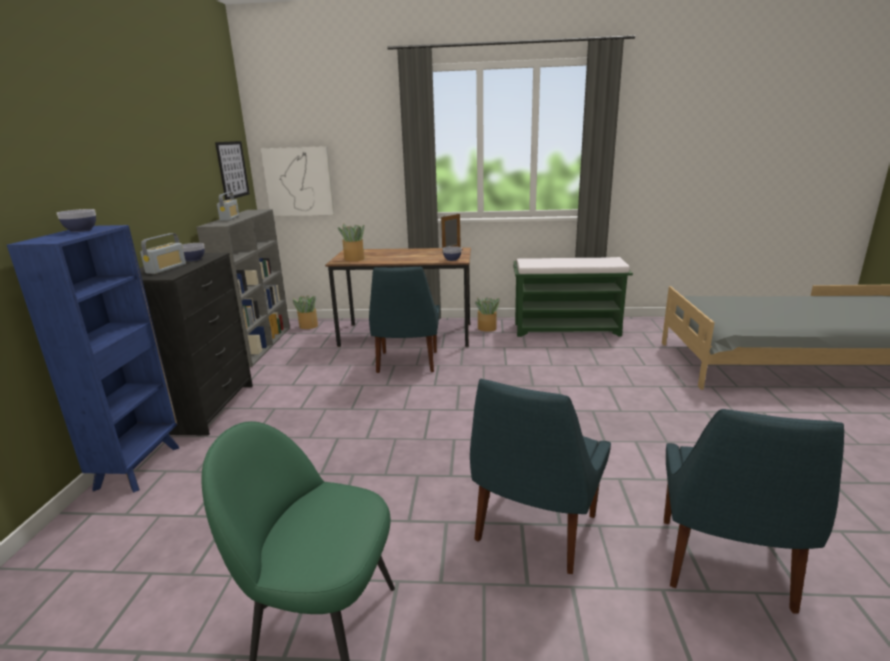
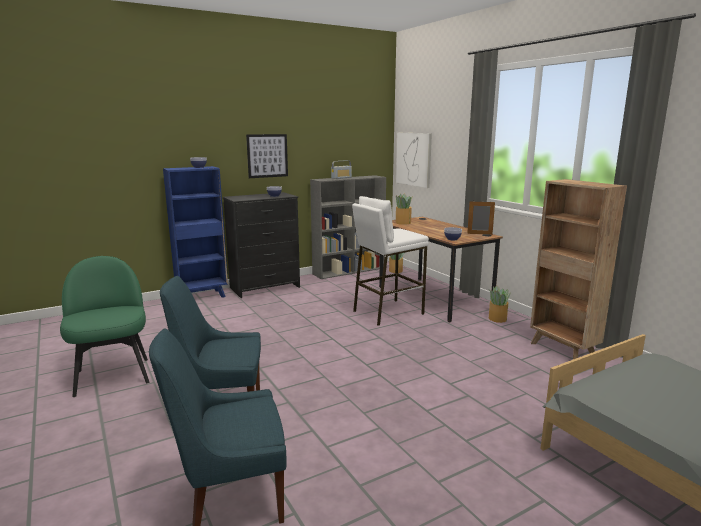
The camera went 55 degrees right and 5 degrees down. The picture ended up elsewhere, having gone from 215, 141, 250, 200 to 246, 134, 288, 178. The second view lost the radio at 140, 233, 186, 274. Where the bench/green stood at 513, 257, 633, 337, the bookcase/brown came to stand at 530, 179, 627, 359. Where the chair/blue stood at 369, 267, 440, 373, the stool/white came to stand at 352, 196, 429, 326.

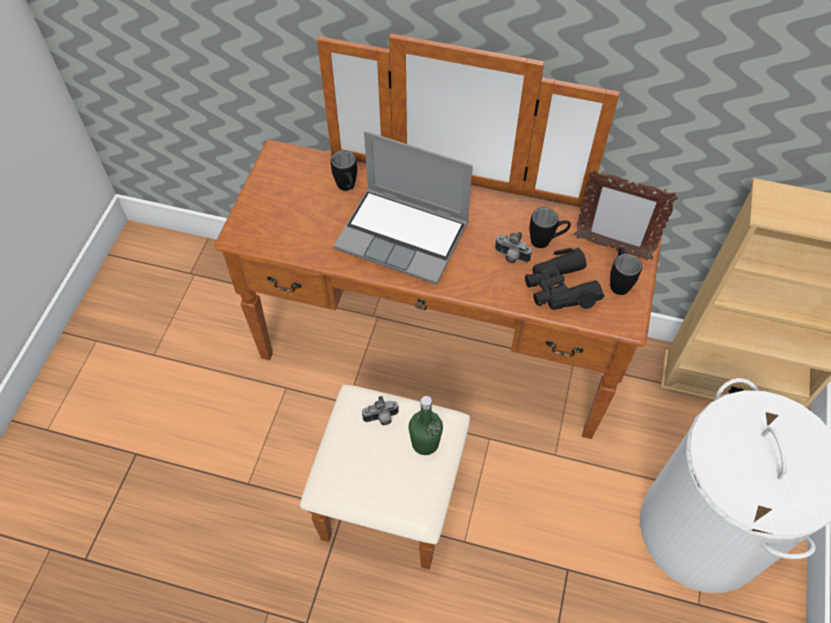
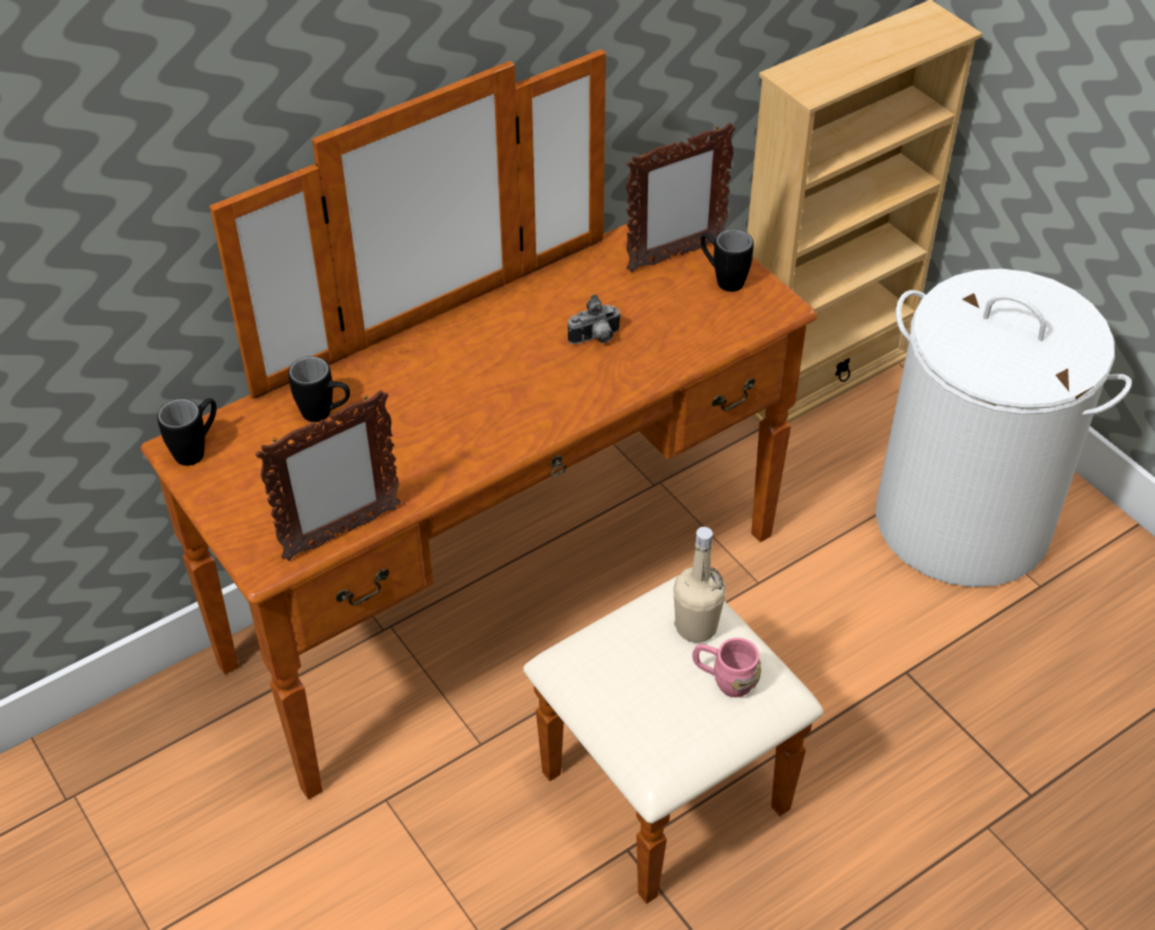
The camera went 50 degrees left and 10 degrees down. The second view lost the laptop at 334, 131, 473, 285. The mug/black ended up elsewhere, having gone from 529, 207, 571, 248 to 157, 398, 217, 466. The second view lost the binoculars/black at 525, 248, 604, 310. The second view lost the photo camera at 362, 396, 399, 425. What was the bottle/green at 409, 396, 443, 455 turned into the bottle/beige at 673, 527, 726, 643. The second view gained the picture frame at 255, 390, 401, 561. The second view gained the mug/pink at 693, 638, 761, 697.

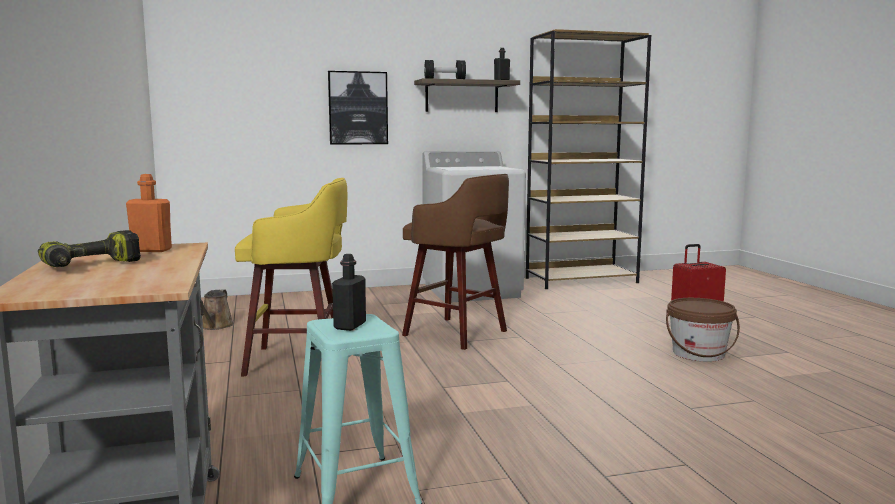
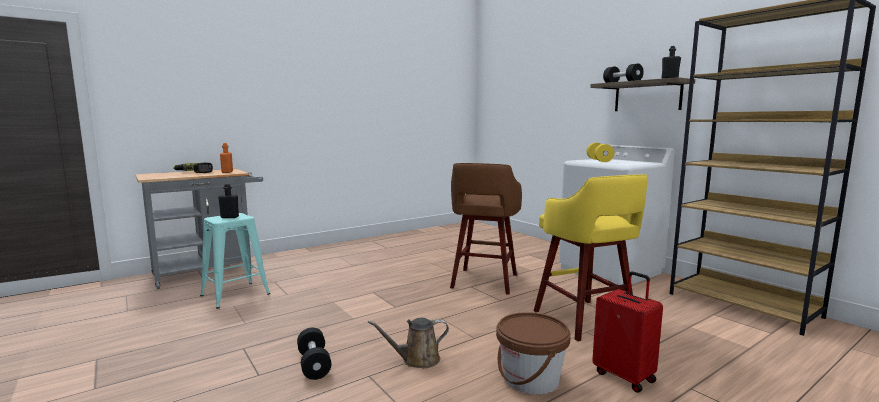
The camera went 70 degrees right and 0 degrees up. The second view lost the picture at 328, 71, 388, 145. The stool/yellow ended up elsewhere, having gone from 235, 178, 347, 376 to 534, 174, 648, 341. The watering can/brown ended up elsewhere, having gone from 202, 289, 234, 330 to 368, 318, 449, 368. The second view gained the dumbbell/yellow at 587, 143, 614, 162. The second view gained the dumbbell/black at 297, 328, 331, 380.

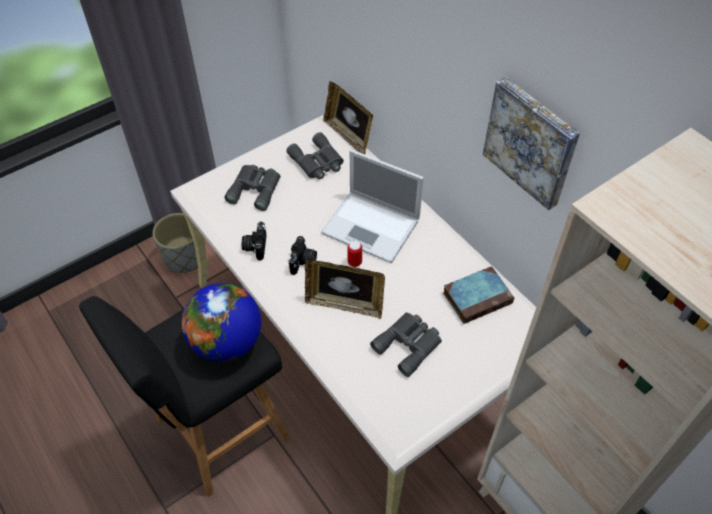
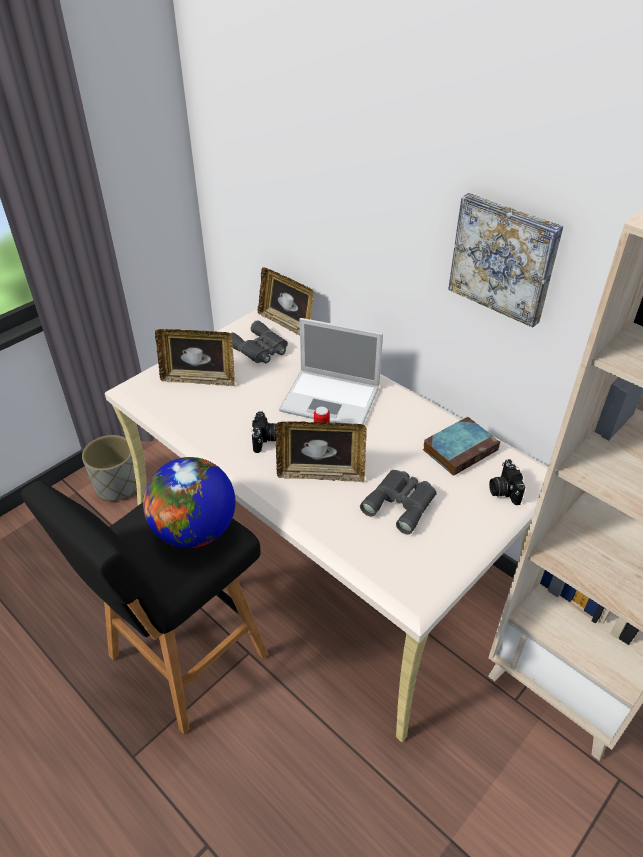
The camera went 10 degrees left and 10 degrees down. Where the binoculars/grey stood at 224, 165, 280, 211, the picture frame came to stand at 155, 329, 235, 386. The photo camera ended up elsewhere, having gone from 242, 222, 267, 260 to 489, 459, 525, 505.

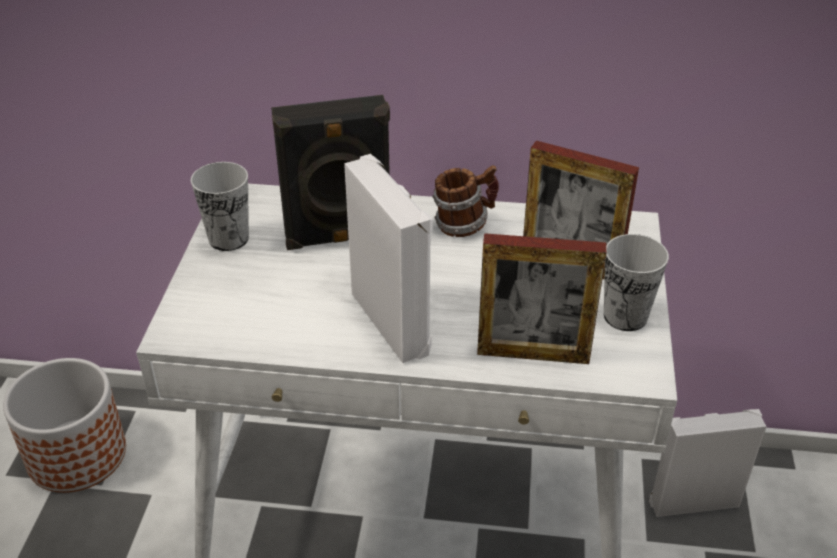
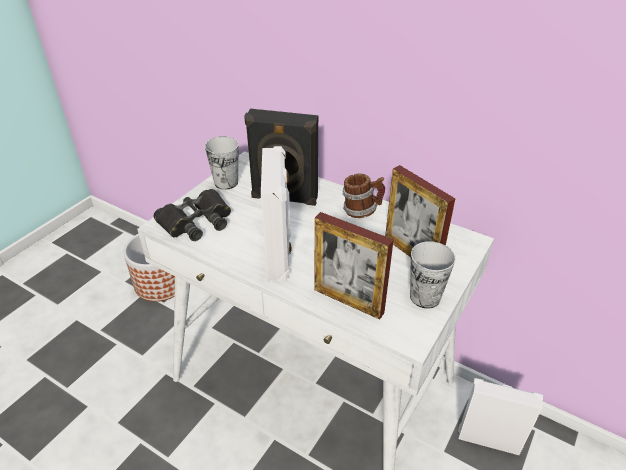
The camera went 25 degrees right and 0 degrees up. The second view gained the binoculars/black at 154, 189, 231, 241.

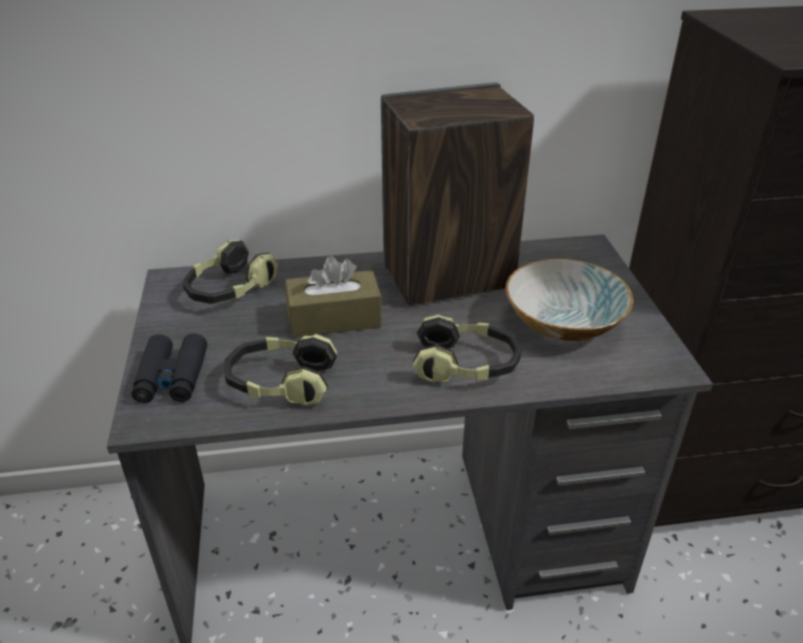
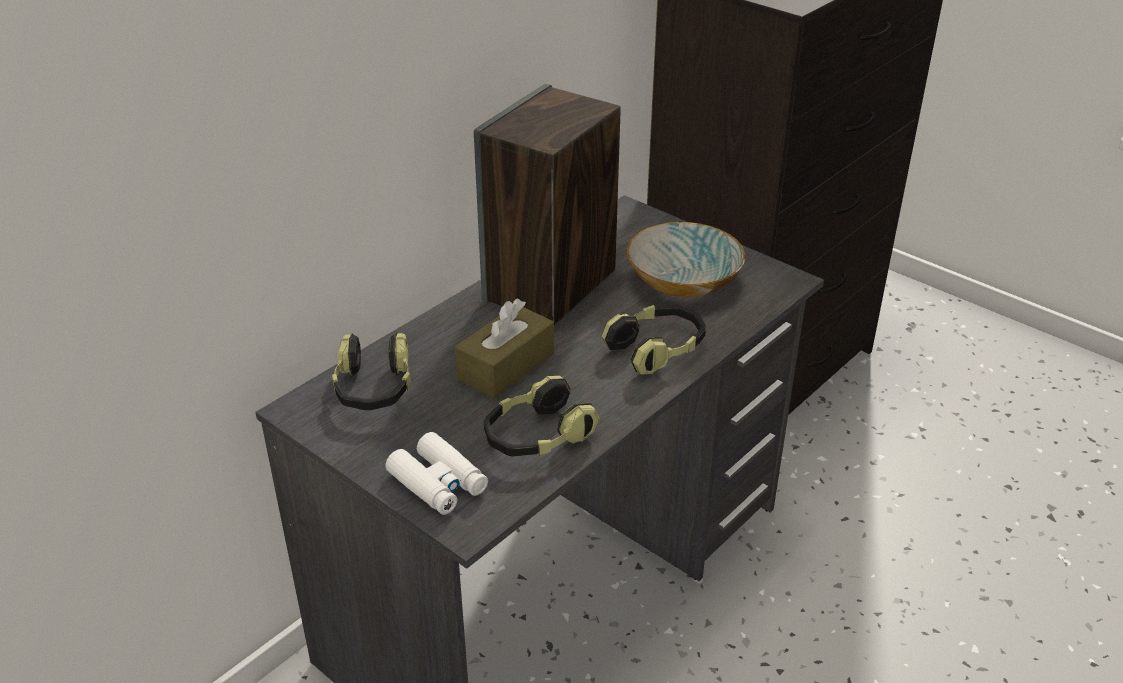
The camera went 40 degrees left and 0 degrees up. What was the binoculars/black at 131, 333, 207, 403 turned into the binoculars/white at 386, 432, 488, 515.

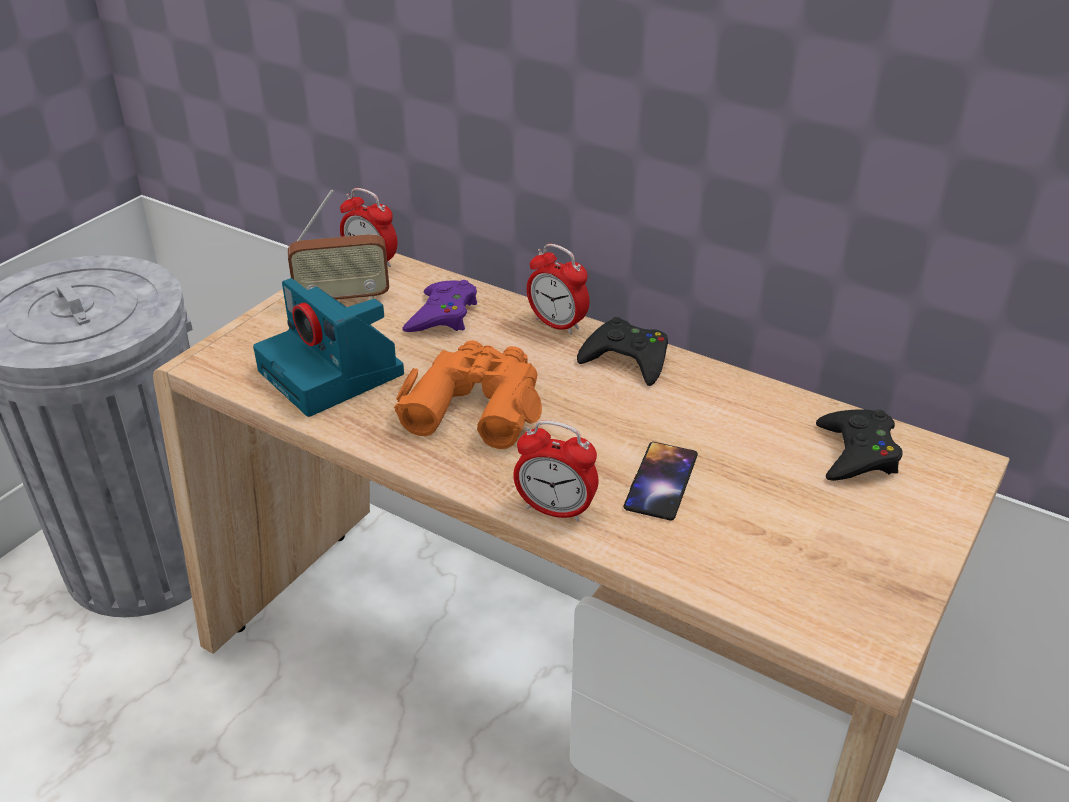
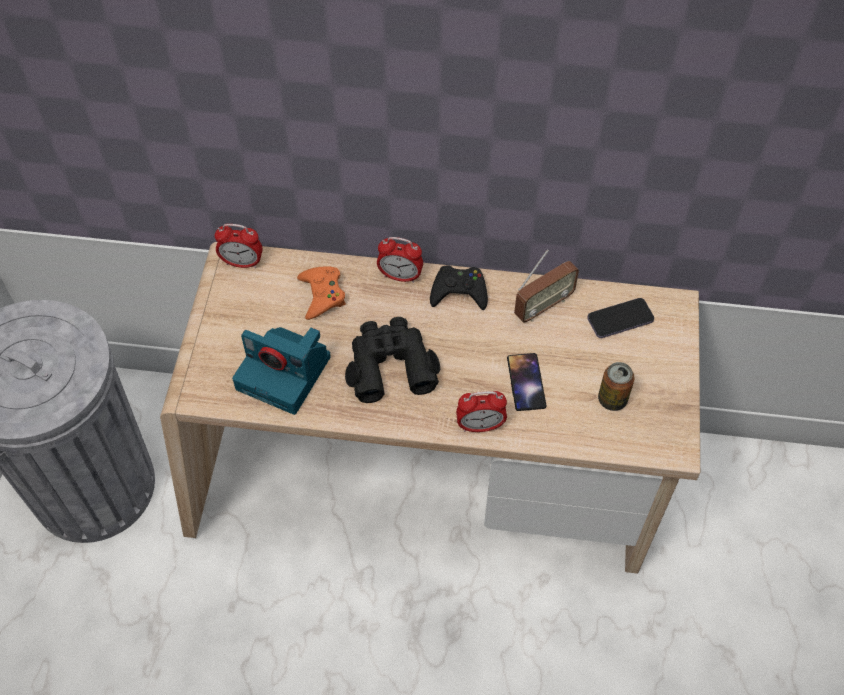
The camera went 25 degrees left and 20 degrees up. The radio ended up elsewhere, having gone from 288, 190, 389, 300 to 514, 250, 579, 323. What was the game controller/purple at 402, 280, 477, 332 turned into the game controller/orange at 297, 266, 346, 320. What was the binoculars/orange at 394, 340, 542, 449 turned into the binoculars/black at 345, 317, 440, 403. Where the game controller/black stood at 816, 409, 903, 481, the phone came to stand at 587, 298, 654, 338. The second view gained the can at 598, 362, 634, 411.

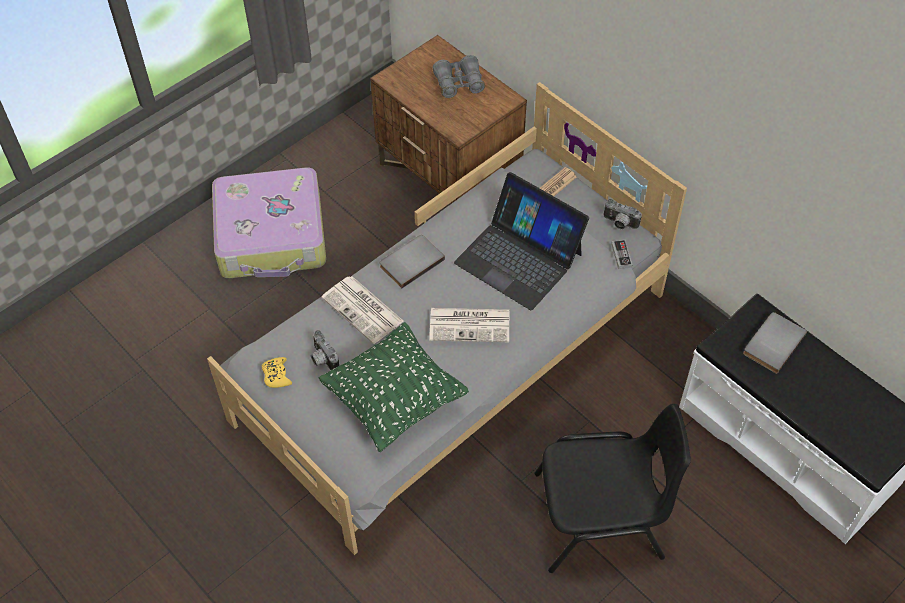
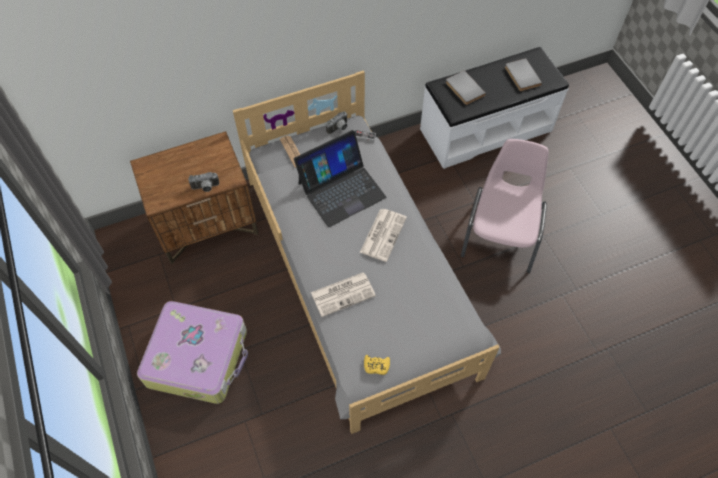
The camera went 70 degrees left and 5 degrees up. The second view lost the binoculars/grey at 433, 55, 485, 98. The book/grey ended up elsewhere, having gone from 380, 235, 445, 288 to 505, 58, 542, 91. The second view lost the pillow/green at 318, 322, 469, 452. The photo camera ended up elsewhere, having gone from 311, 330, 339, 370 to 188, 172, 219, 192. What was the chair/black at 535, 404, 691, 573 turned into the chair/pink at 461, 139, 549, 273.

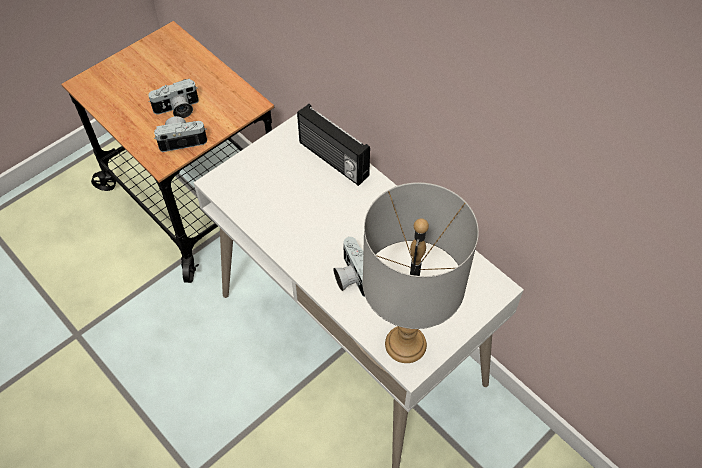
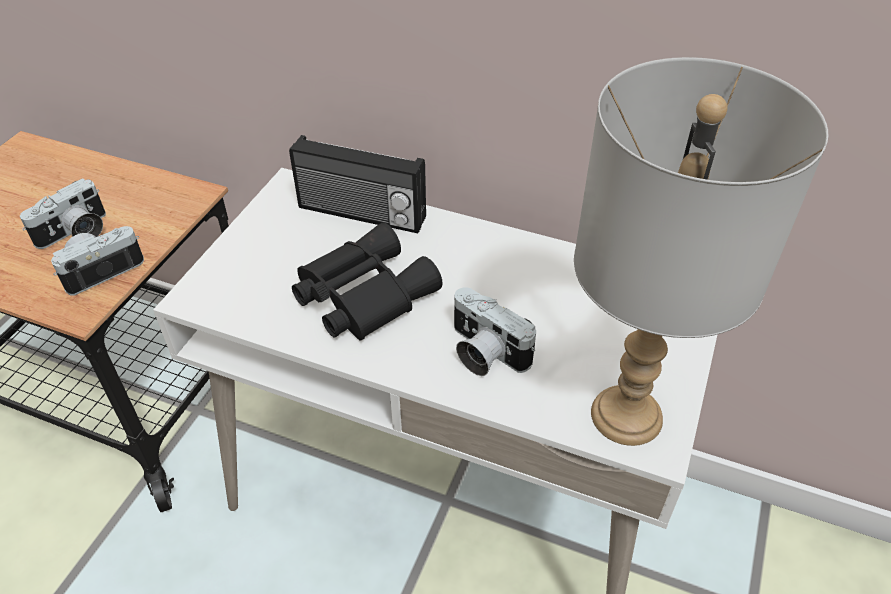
The camera went 25 degrees left and 10 degrees down. The second view gained the binoculars/black at 292, 223, 443, 341.

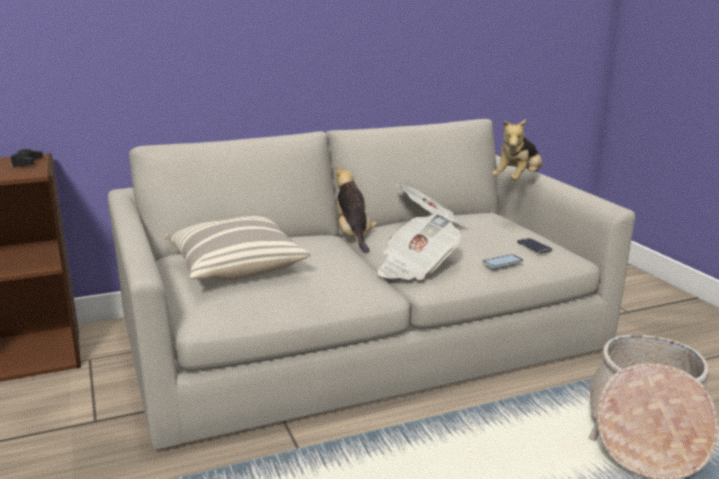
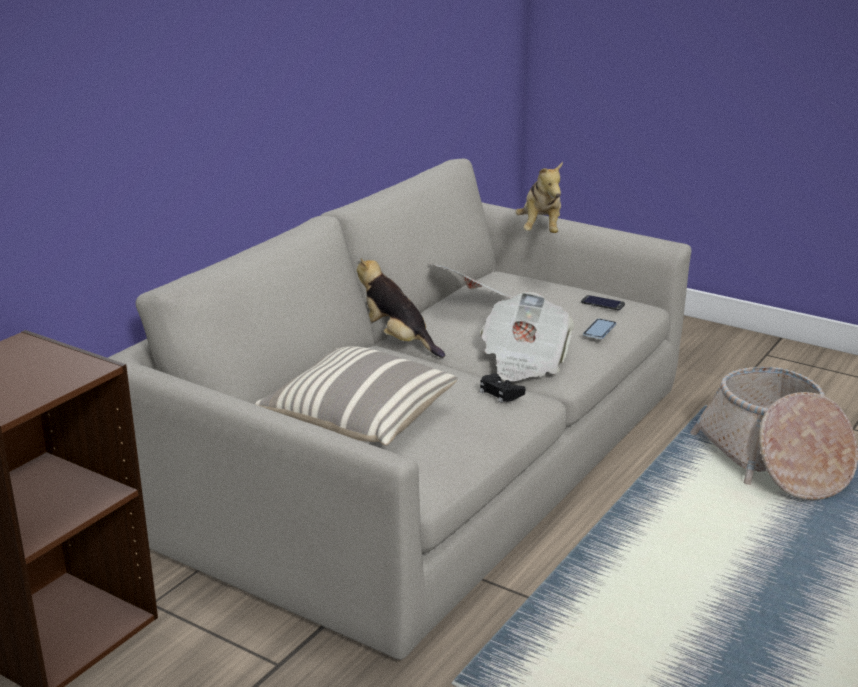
The camera went 35 degrees left and 5 degrees up. The game controller/black ended up elsewhere, having gone from 10, 149, 43, 167 to 480, 373, 525, 403.

